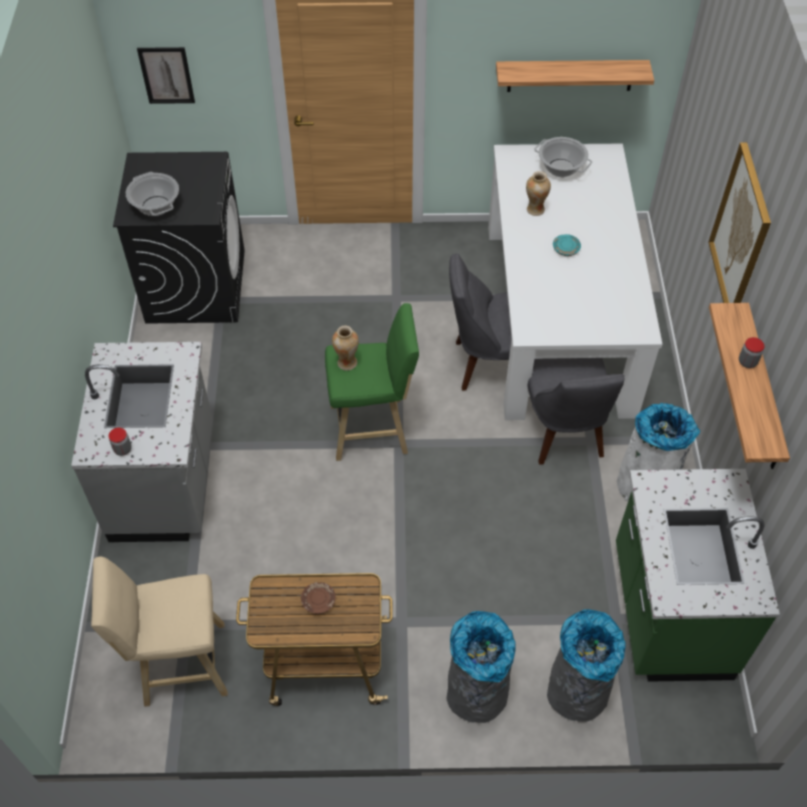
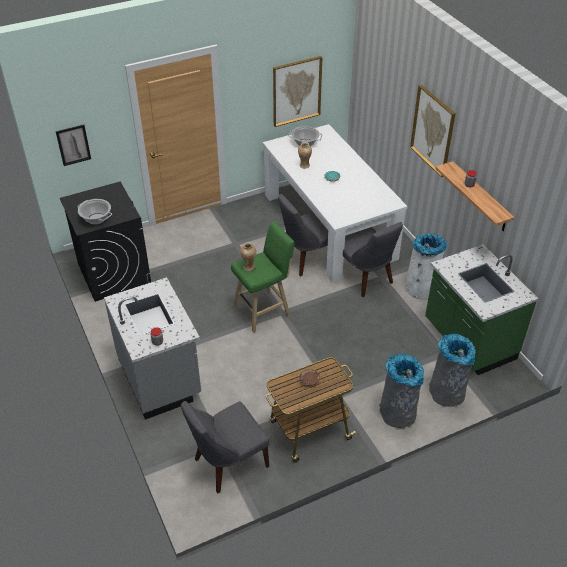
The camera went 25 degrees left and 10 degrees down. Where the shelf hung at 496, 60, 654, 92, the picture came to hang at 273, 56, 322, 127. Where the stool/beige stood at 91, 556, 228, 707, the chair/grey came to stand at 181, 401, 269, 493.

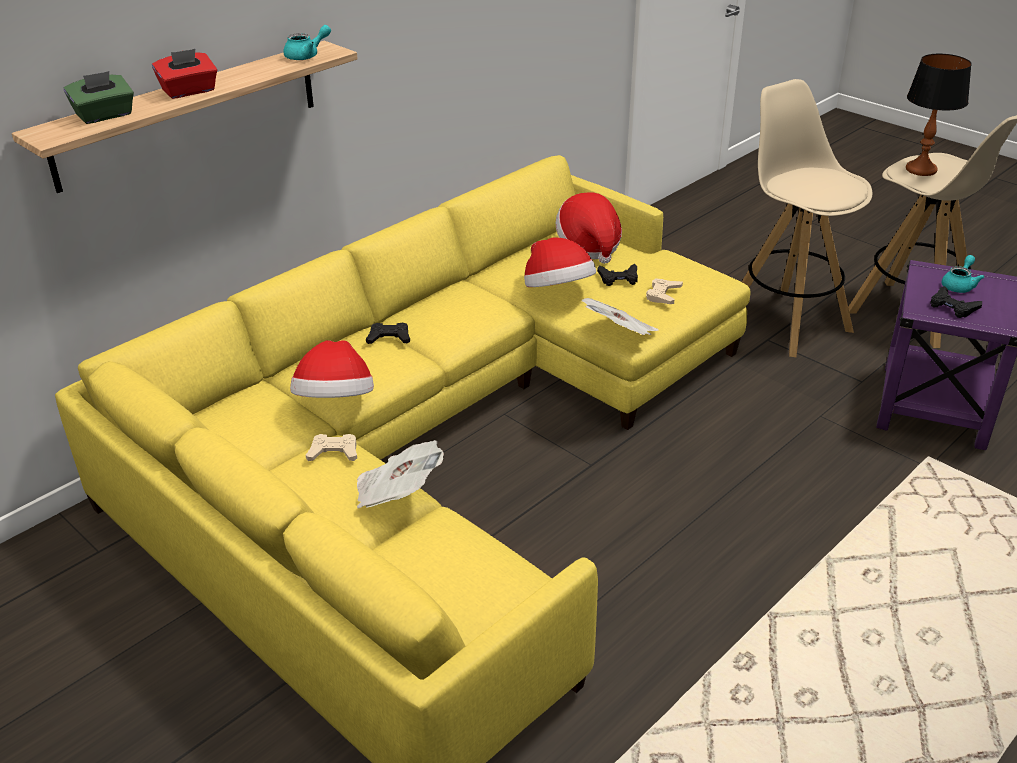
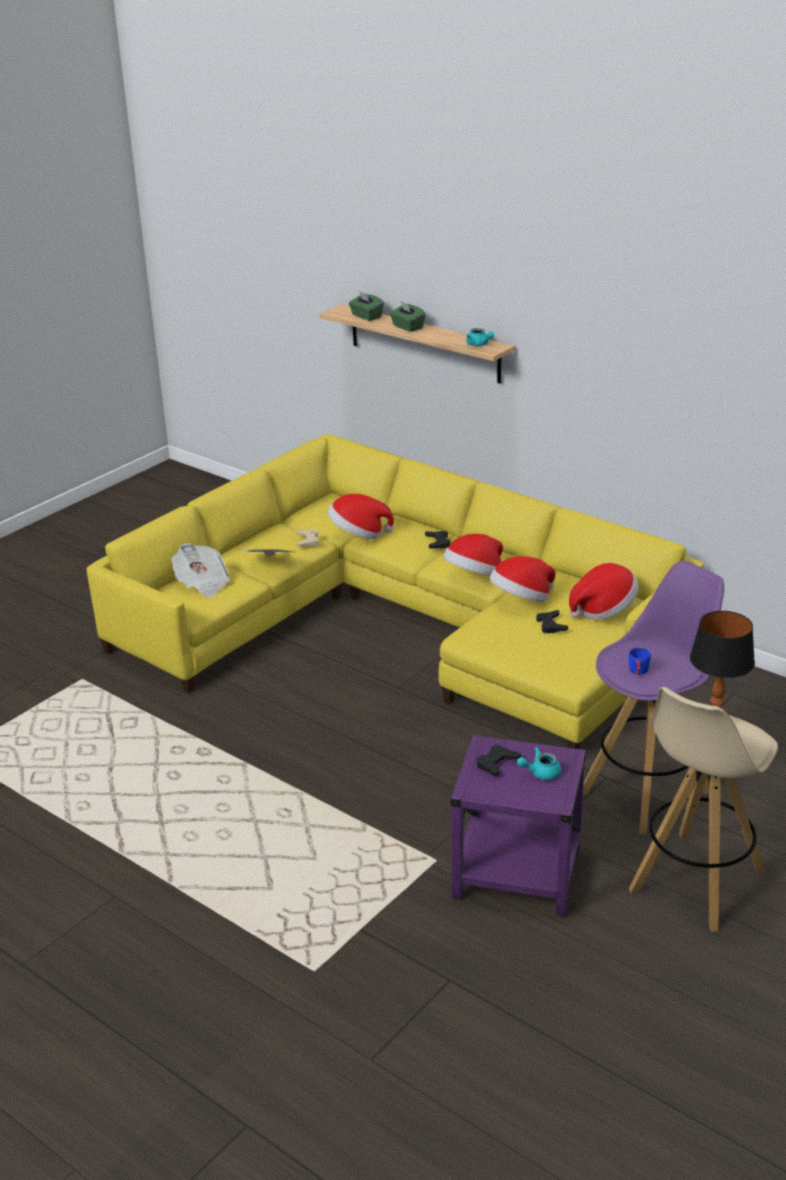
The camera went 85 degrees right and 5 degrees down. What was the tissue box/red at 152, 49, 217, 99 turned into the tissue box/green at 390, 301, 426, 332. What was the stool/beige at 742, 79, 872, 357 turned into the stool/purple at 583, 561, 724, 834. The teapot/turquoise at 941, 255, 985, 293 ended up facing another way, 135 degrees clockwise from before. The second view lost the game controller/beige at 646, 278, 683, 304. The newspaper ended up elsewhere, having gone from 582, 298, 659, 335 to 171, 543, 231, 598. The second view gained the hat at 443, 534, 503, 575. The second view gained the mug/blue at 629, 647, 651, 675.

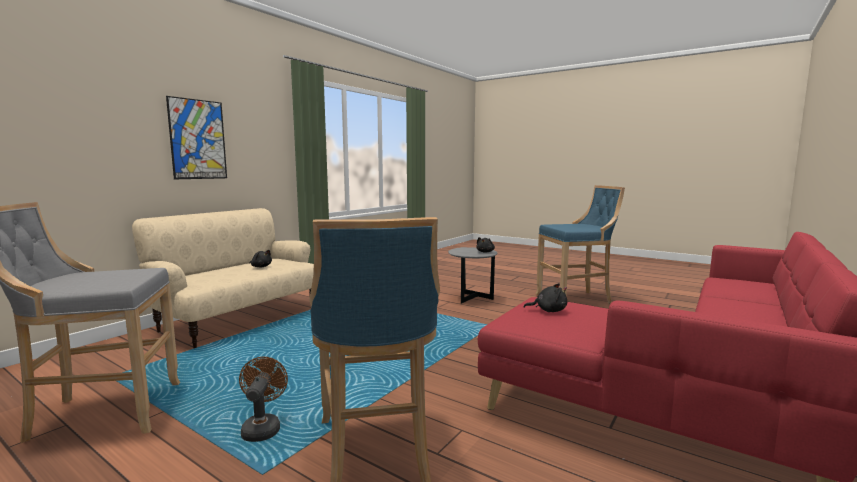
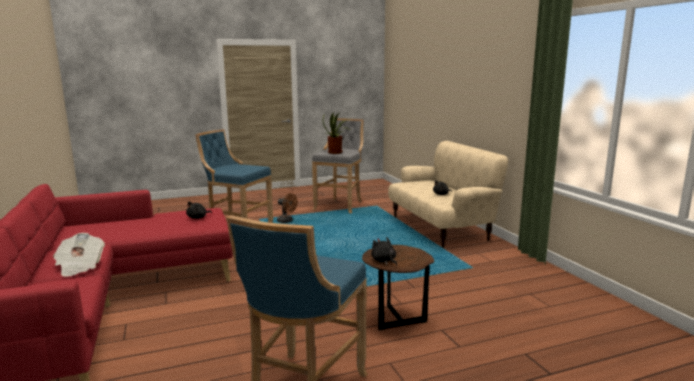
The camera went 125 degrees right and 5 degrees up. The second view lost the picture at 166, 96, 227, 179. What was the side table/grey at 448, 247, 497, 304 turned into the side table/brown at 362, 245, 434, 330. The second view gained the potted plant at 323, 113, 350, 154. The second view gained the newspaper at 53, 233, 105, 277.

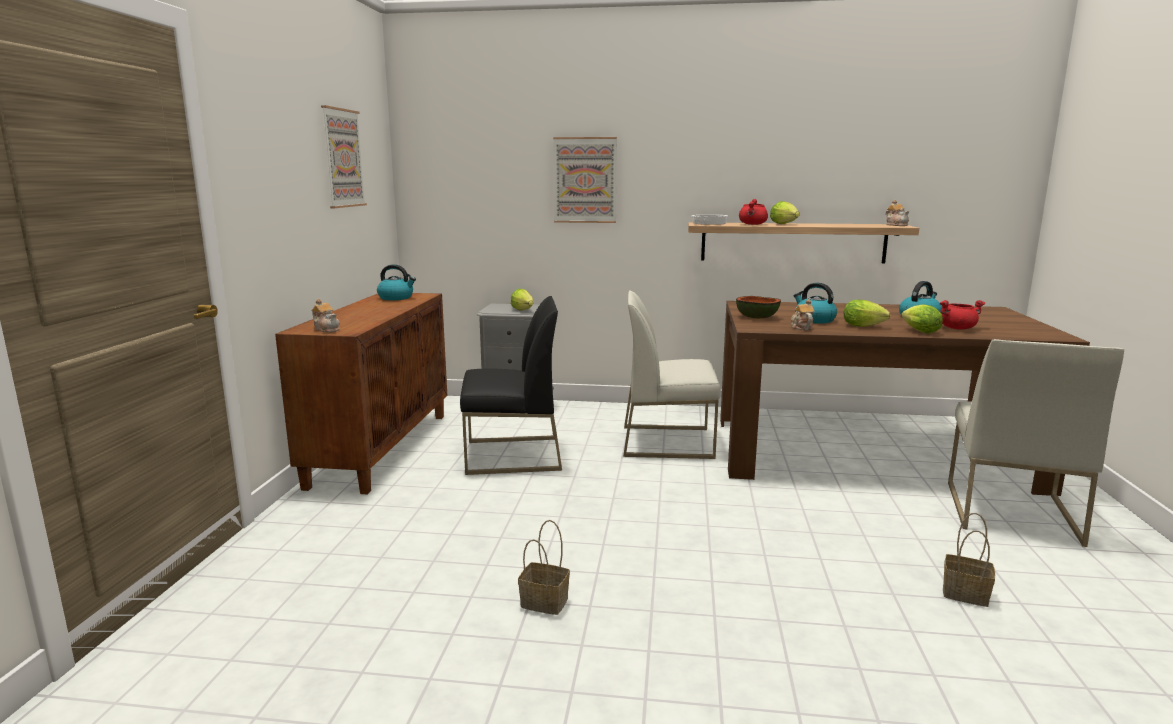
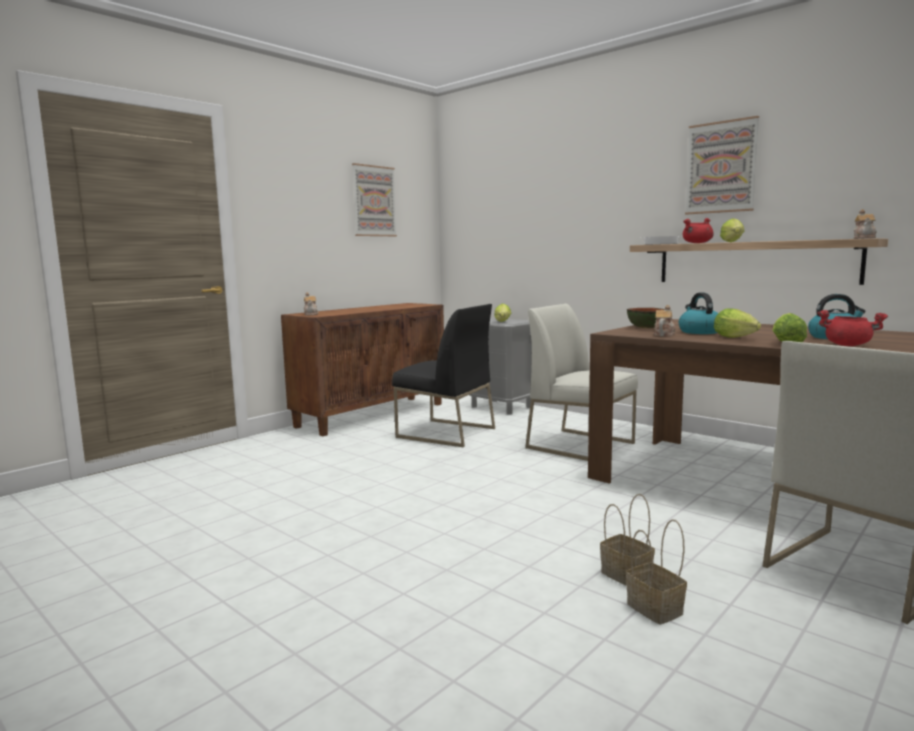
The camera went 35 degrees right and 5 degrees down. The picture ended up elsewhere, having gone from 553, 137, 617, 223 to 685, 116, 759, 215. The second view lost the kettle at 377, 264, 416, 300. The basket ended up elsewhere, having gone from 518, 520, 570, 615 to 600, 494, 655, 586.

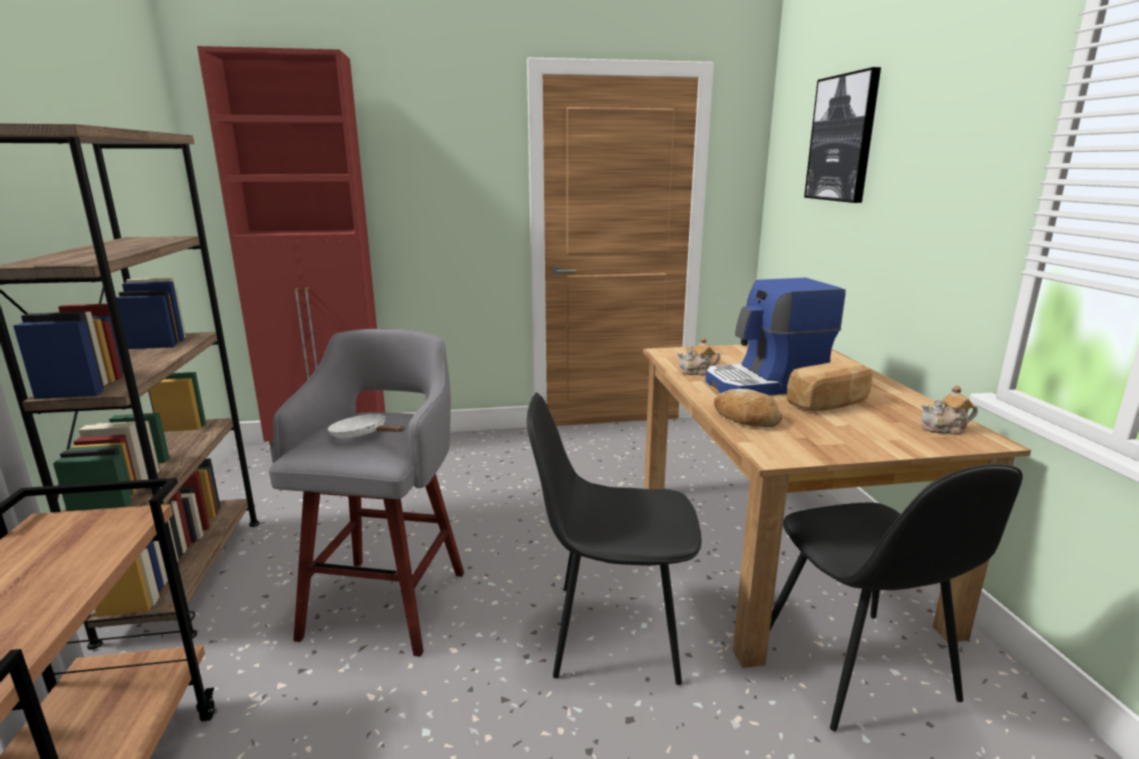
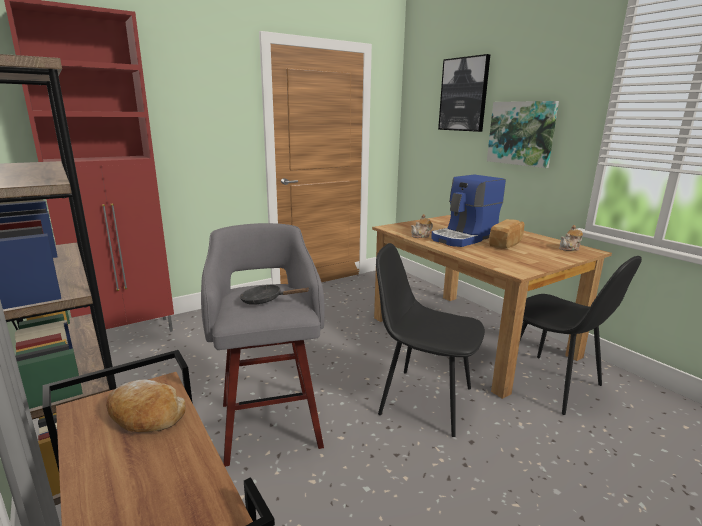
The camera went 25 degrees left and 0 degrees up. The bread ended up elsewhere, having gone from 714, 389, 782, 427 to 106, 379, 186, 432. The chair/black at 527, 393, 702, 685 ended up facing another way, 45 degrees clockwise from before. What was the frying pan/white at 328, 414, 405, 438 turned into the frying pan/black at 240, 285, 310, 305. The second view gained the picture at 487, 101, 559, 168.

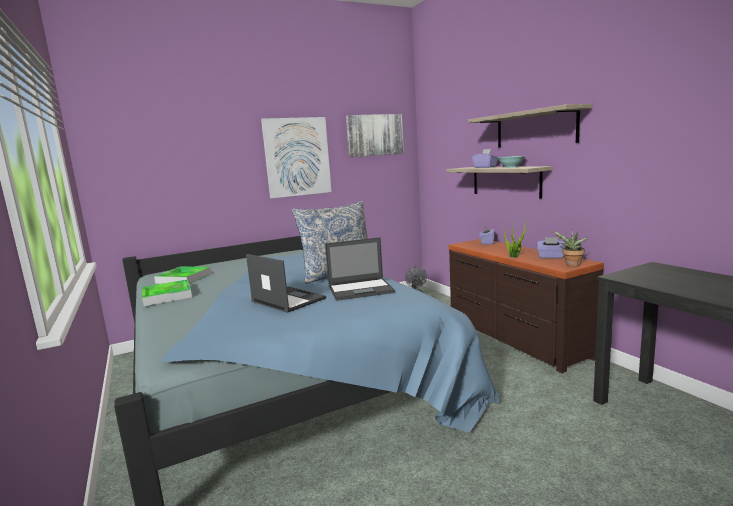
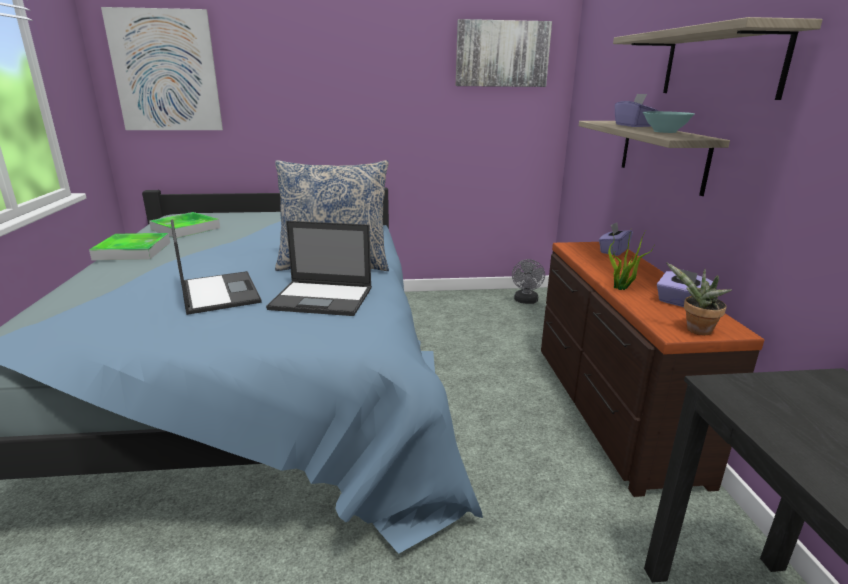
The camera went 20 degrees right and 10 degrees up. The picture ended up elsewhere, having gone from 261, 117, 332, 198 to 101, 7, 223, 130.

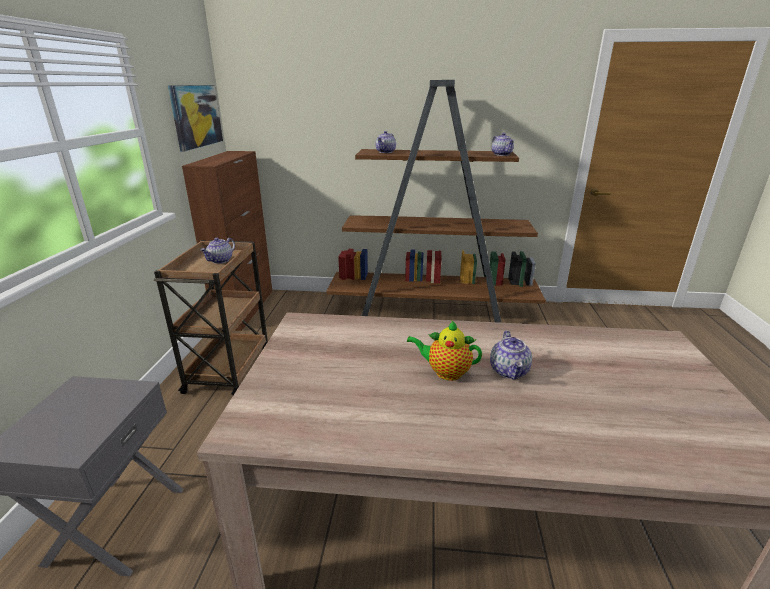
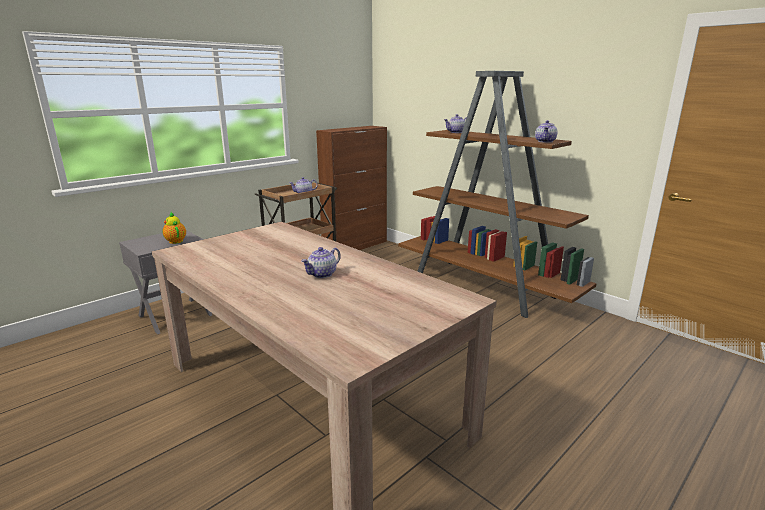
The camera went 40 degrees right and 5 degrees down. The second view lost the picture at 168, 85, 223, 151. The teapot ended up elsewhere, having gone from 407, 321, 482, 381 to 162, 212, 186, 244.

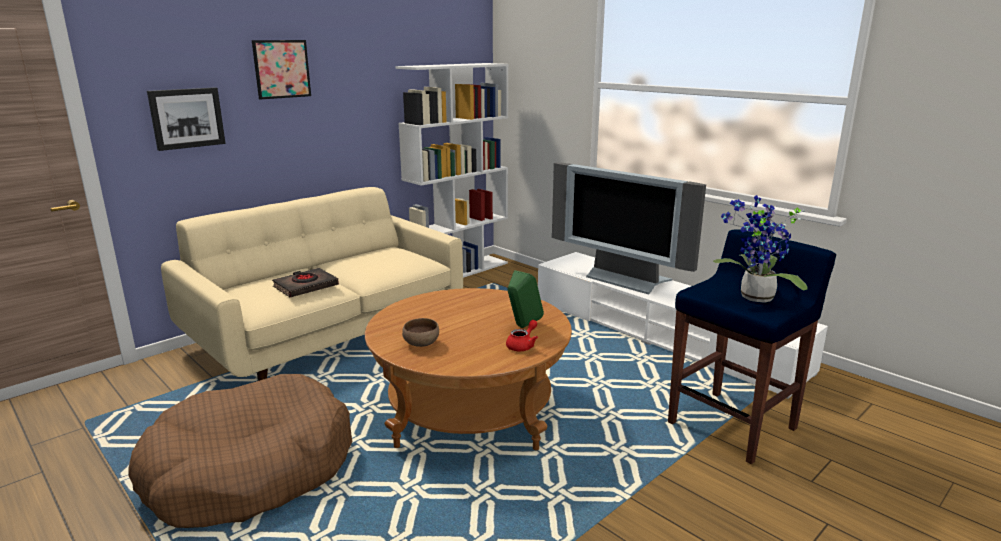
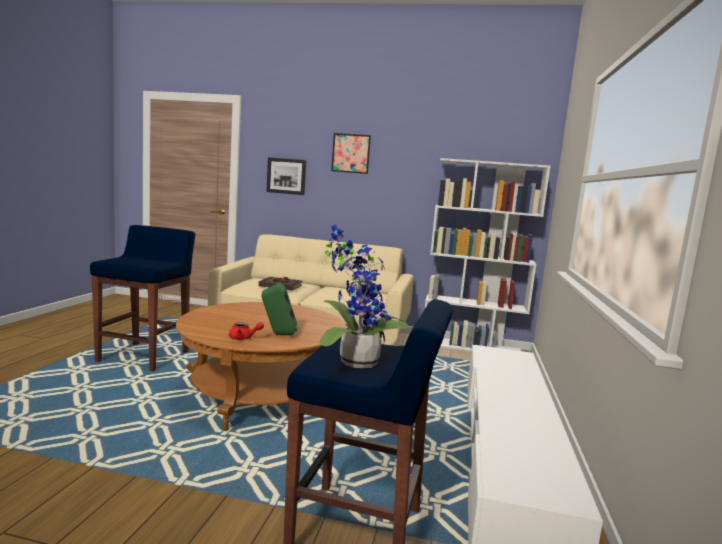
The camera went 55 degrees right and 10 degrees down. The second view lost the television at 552, 162, 706, 295. The second view lost the bowl/brown at 402, 318, 439, 347. Where the dog bed/brown stood at 128, 374, 352, 528, the stool/blue came to stand at 90, 225, 195, 371.

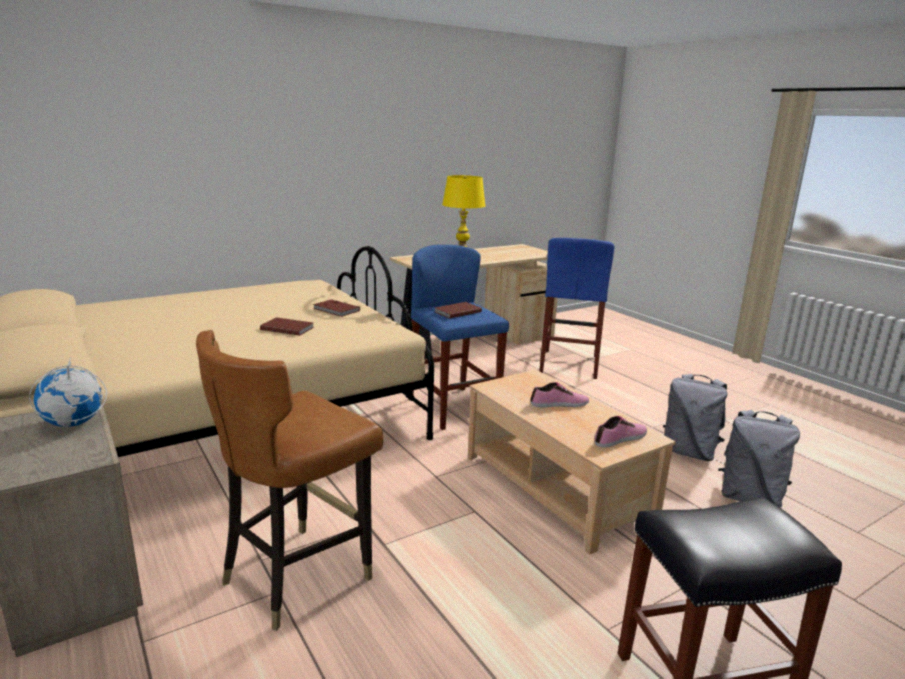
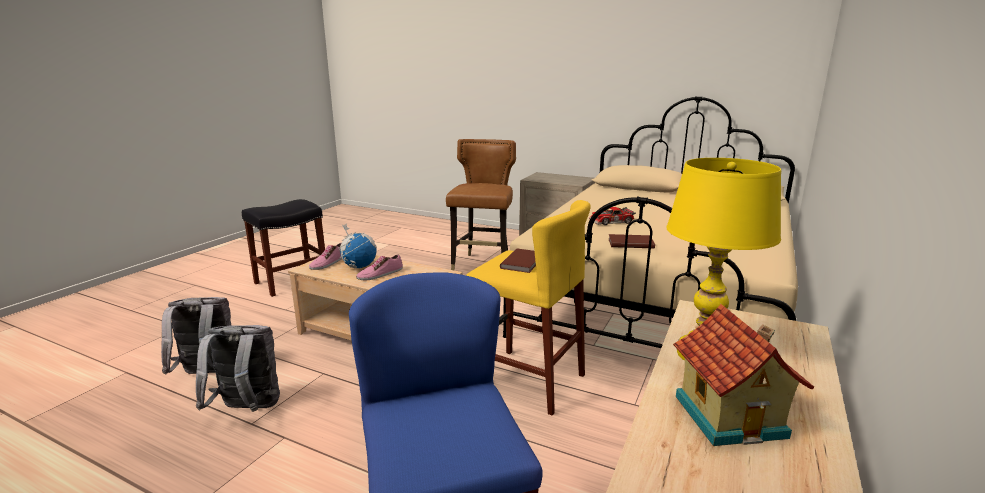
The camera went 150 degrees right and 0 degrees up. What was the stool/blue at 409, 245, 509, 430 turned into the stool/yellow at 466, 200, 591, 416. Where the book/brown stood at 260, 317, 314, 336, the toy car came to stand at 589, 207, 636, 225. The globe ended up elsewhere, having gone from 29, 356, 107, 427 to 338, 224, 377, 269. The second view gained the toy house at 673, 304, 814, 446.

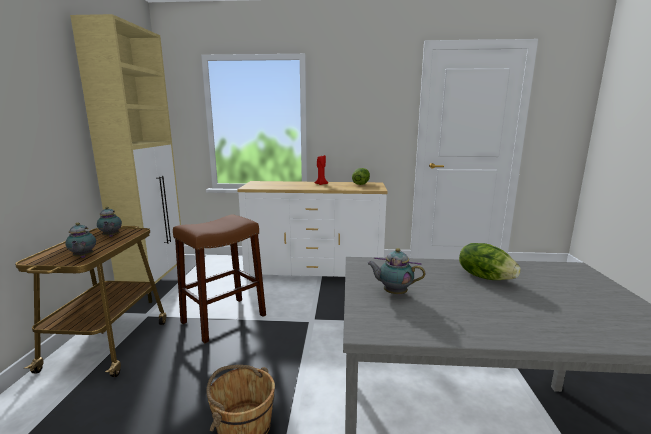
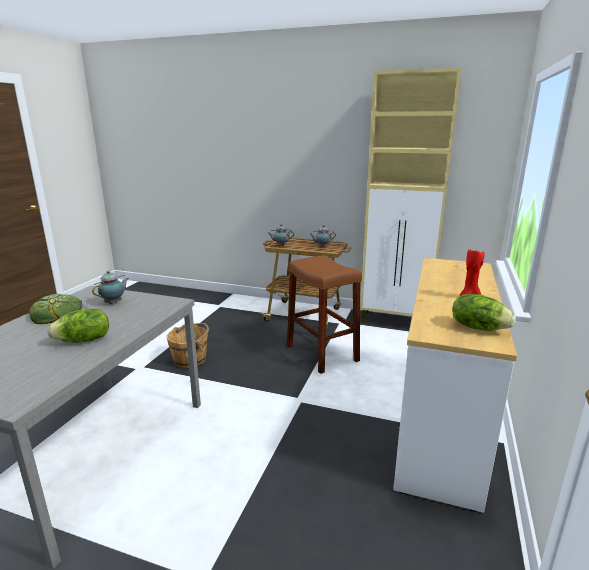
The camera went 105 degrees right and 5 degrees up. The second view gained the bread at 29, 294, 82, 324.

